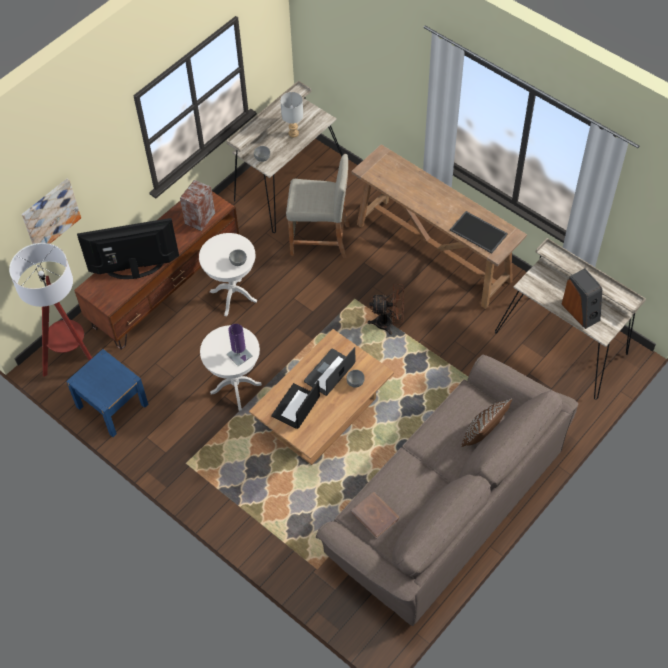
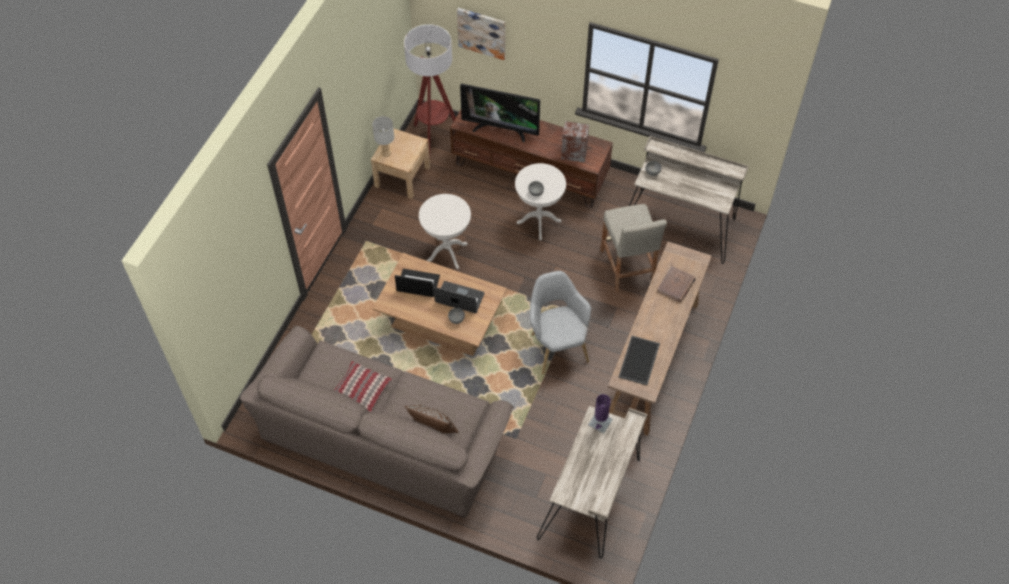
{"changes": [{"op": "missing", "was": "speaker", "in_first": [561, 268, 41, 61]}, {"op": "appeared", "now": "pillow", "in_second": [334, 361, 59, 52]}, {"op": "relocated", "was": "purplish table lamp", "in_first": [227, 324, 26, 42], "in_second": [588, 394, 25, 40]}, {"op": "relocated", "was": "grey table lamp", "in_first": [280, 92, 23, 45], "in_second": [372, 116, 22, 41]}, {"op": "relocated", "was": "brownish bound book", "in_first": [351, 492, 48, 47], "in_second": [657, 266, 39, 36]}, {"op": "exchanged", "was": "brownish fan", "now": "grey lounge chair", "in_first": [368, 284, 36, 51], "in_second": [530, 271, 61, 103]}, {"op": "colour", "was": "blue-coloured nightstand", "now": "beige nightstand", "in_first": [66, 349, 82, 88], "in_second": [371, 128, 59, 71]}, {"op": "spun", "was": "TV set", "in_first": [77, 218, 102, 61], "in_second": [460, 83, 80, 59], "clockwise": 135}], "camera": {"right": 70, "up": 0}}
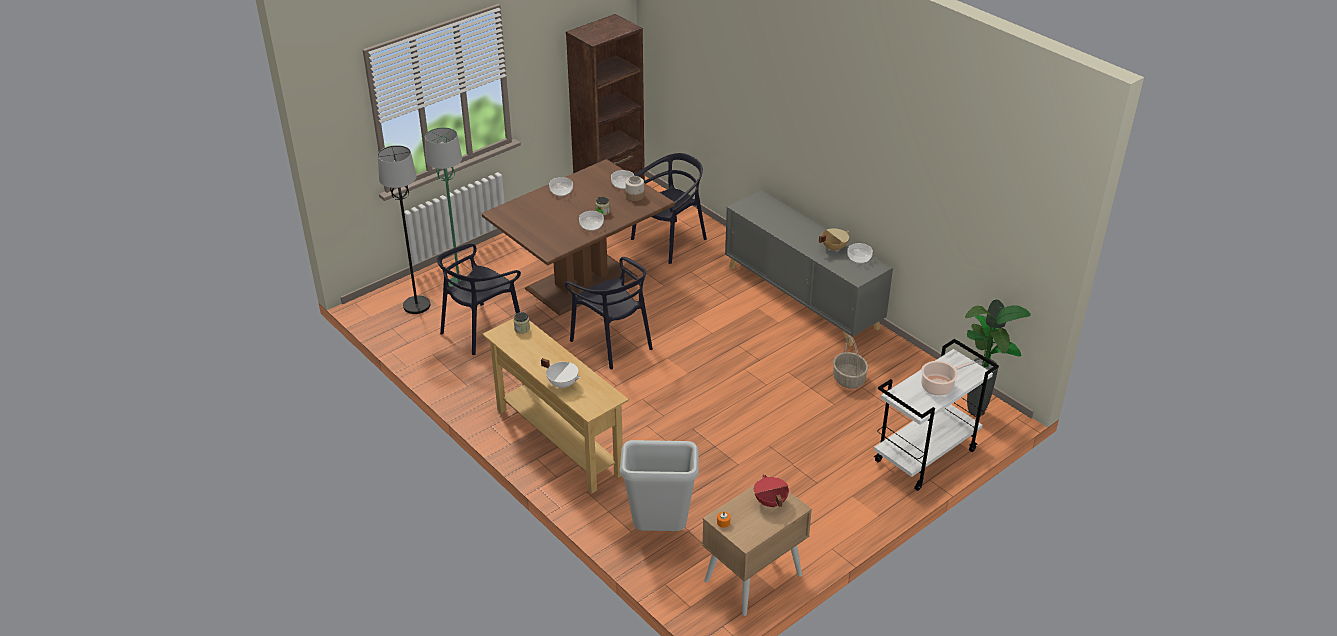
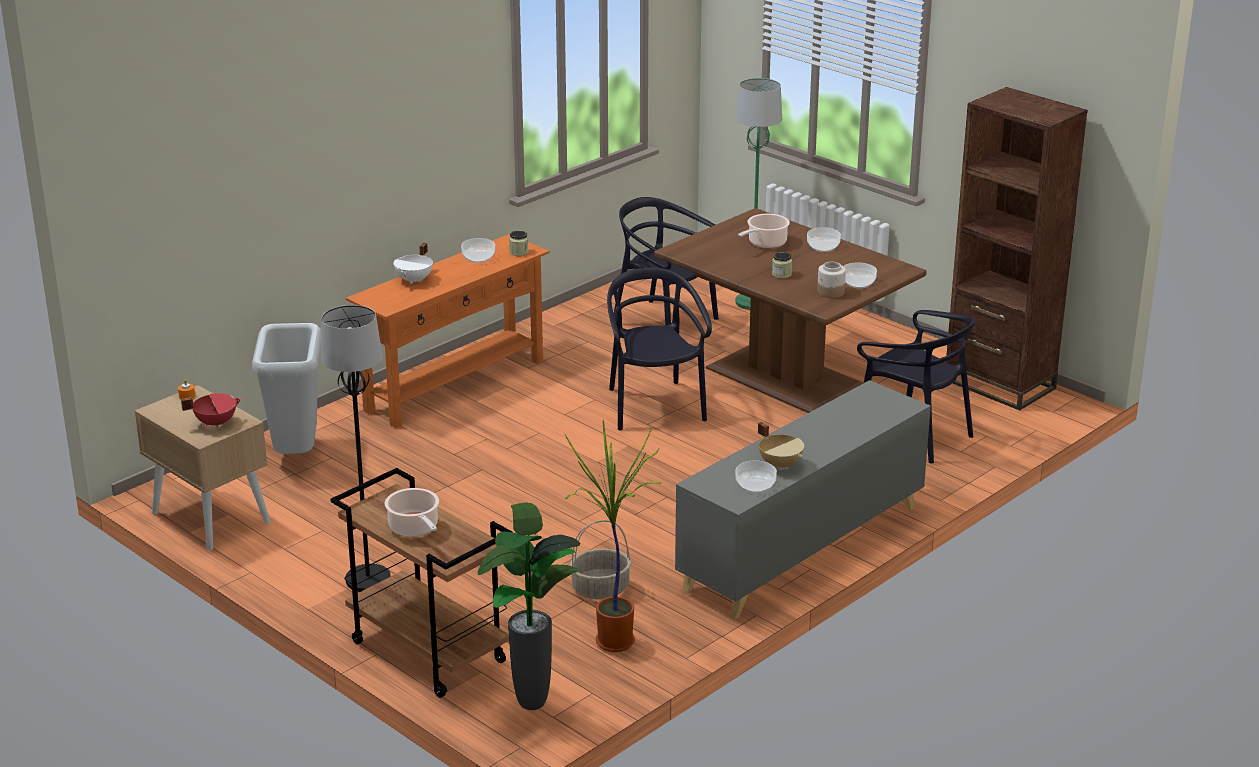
{"changes": [{"op": "appeared", "now": "houseplant", "in_second": [564, 420, 98, 232]}, {"op": "appeared", "now": "saucepot", "in_second": [738, 214, 52, 34]}, {"op": "relocated", "was": "blackish standard lamp", "in_first": [378, 145, 52, 169], "in_second": [321, 305, 70, 287]}, {"op": "relocated", "was": "bowl", "in_first": [579, 211, 25, 20], "in_second": [461, 238, 34, 25]}, {"op": "colour", "was": "beige narrow table", "now": "orangey narrow table", "in_first": [483, 318, 146, 176], "in_second": [346, 234, 204, 194]}, {"op": "colour", "was": "white trolley", "now": "brownish trolley", "in_first": [874, 339, 125, 152], "in_second": [330, 468, 182, 230]}, {"op": "spun", "was": "blackish plain chair", "in_first": [565, 257, 88, 112], "in_second": [607, 267, 105, 164], "clockwise": 120}], "camera": {"right": 85, "up": -10}}
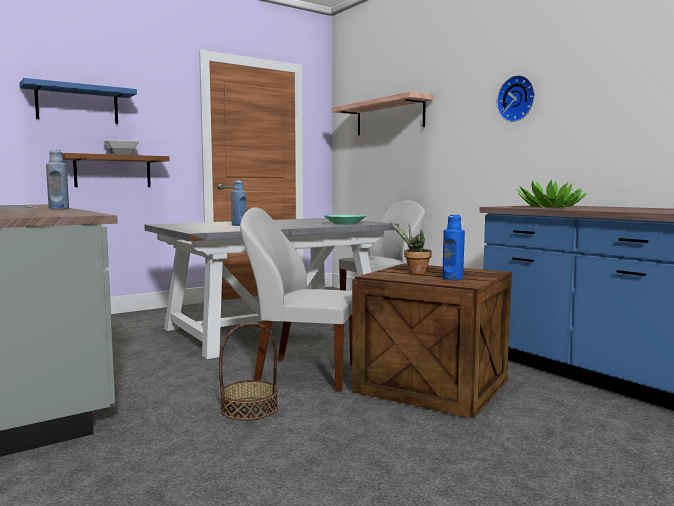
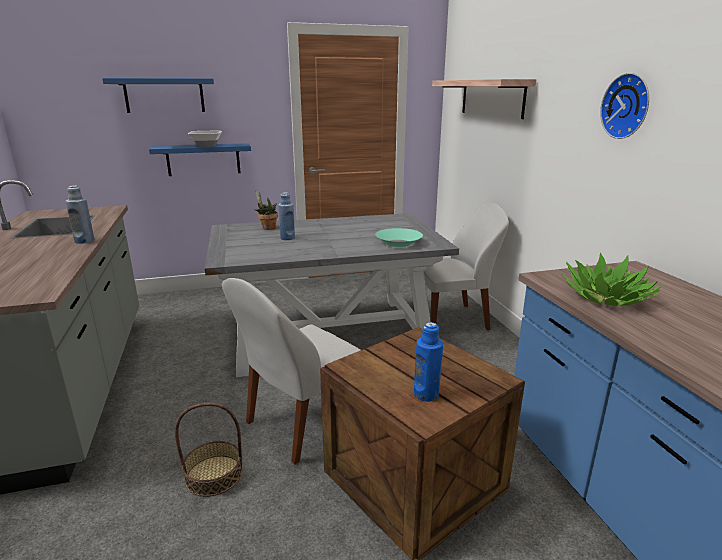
{"changes": [{"op": "relocated", "was": "houseplant", "in_first": [390, 222, 42, 52], "in_second": [254, 190, 24, 40]}, {"op": "colour", "was": "brownish wall shelf", "now": "blue-coloured wall shelf", "in_first": [62, 153, 108, 34], "in_second": [149, 143, 102, 33]}, {"op": "spun", "was": "white plain chair", "in_first": [240, 207, 112, 185], "in_second": [222, 278, 138, 187], "clockwise": -75}], "camera": {"right": 20, "up": 15}}
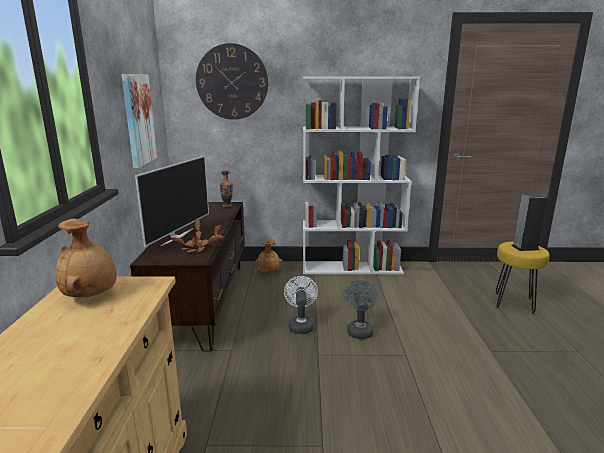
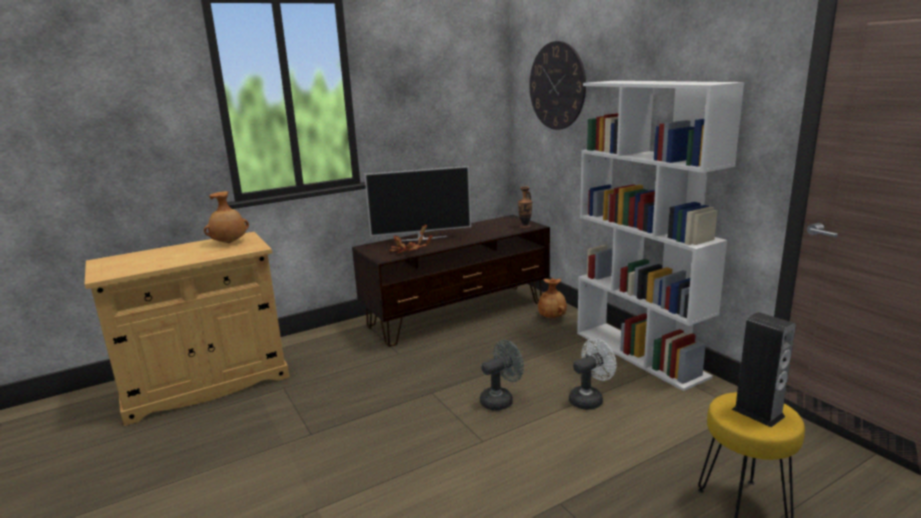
{"changes": [{"op": "missing", "was": "wall picture", "in_first": [122, 74, 35, 94]}, {"op": "relocated", "was": "white fan", "in_first": [284, 276, 34, 58], "in_second": [569, 338, 47, 72]}], "camera": {"right": 60, "up": 0}}
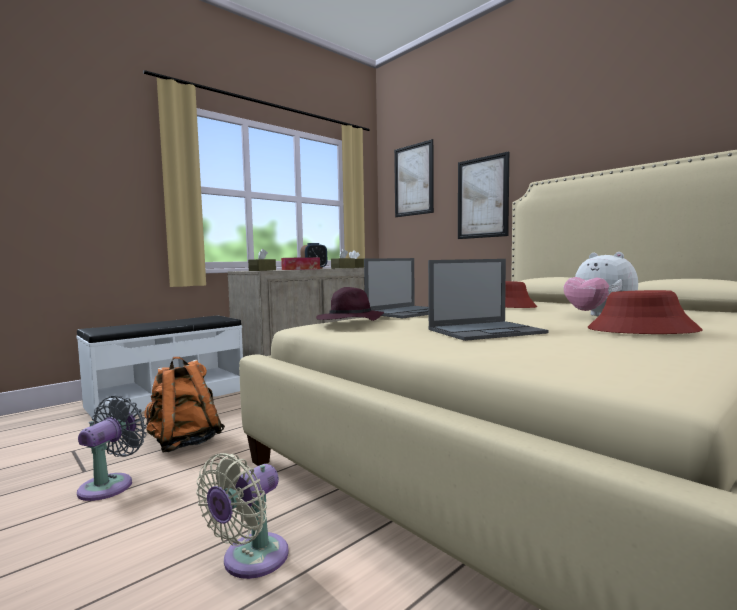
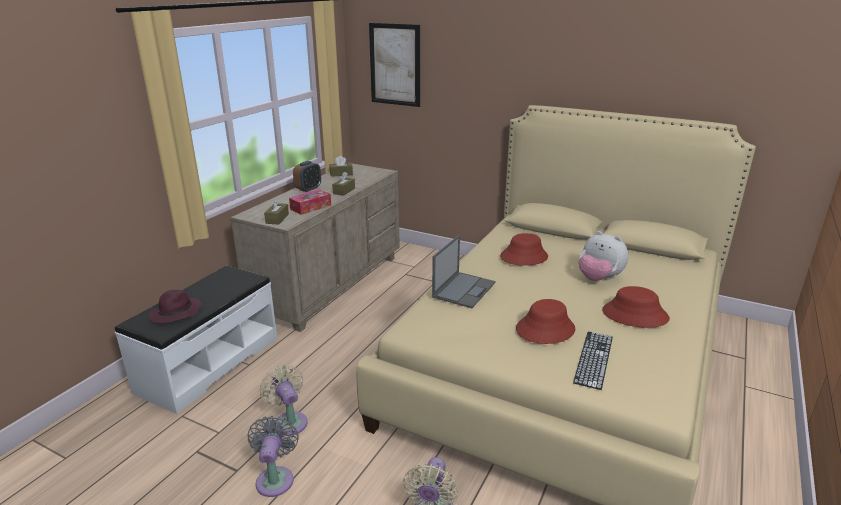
{"changes": [{"op": "missing", "was": "wall picture", "in_first": [458, 151, 51, 88]}, {"op": "appeared", "now": "computer keyboard", "in_second": [573, 331, 40, 59]}, {"op": "relocated", "was": "purplish clothing hat", "in_first": [316, 287, 68, 34], "in_second": [149, 290, 52, 34]}, {"op": "exchanged", "was": "orangey backpack", "now": "beige fan", "in_first": [144, 357, 81, 95], "in_second": [260, 365, 47, 71]}, {"op": "exchanged", "was": "notebook computer", "now": "reddish clothing hat", "in_first": [428, 259, 120, 82], "in_second": [516, 299, 59, 45]}], "camera": {"right": -20, "up": 20}}
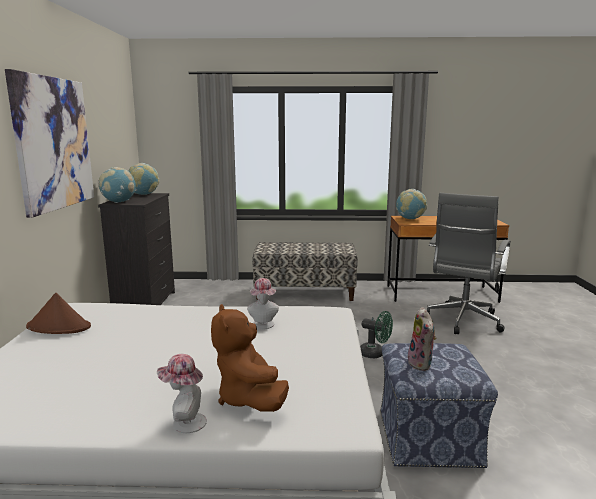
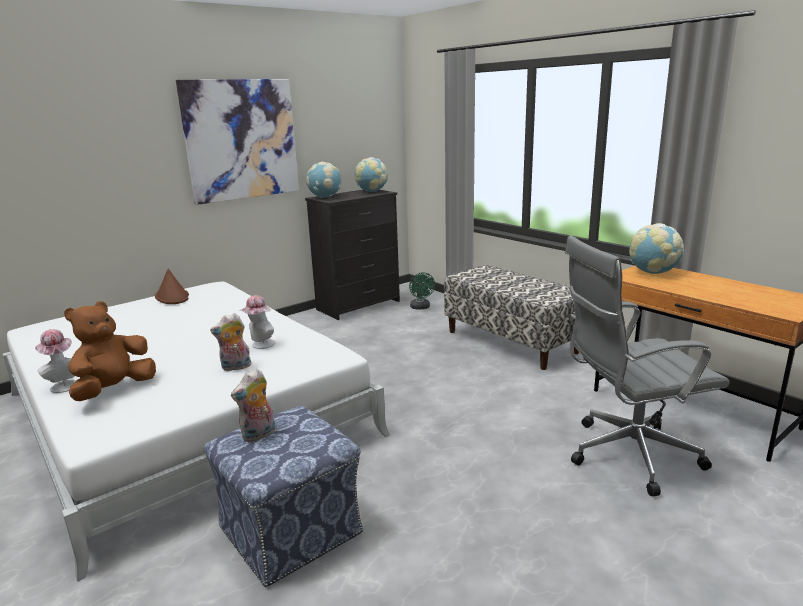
{"changes": [{"op": "appeared", "now": "soft toy", "in_second": [210, 313, 41, 58]}, {"op": "relocated", "was": "green fan", "in_first": [360, 311, 33, 47], "in_second": [409, 272, 26, 38]}], "camera": {"right": 50, "up": 5}}
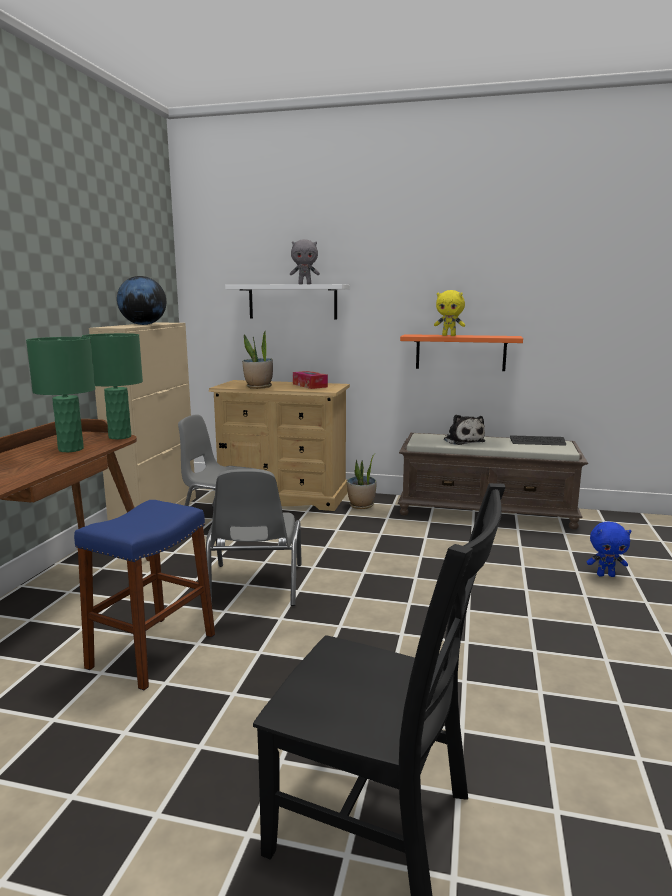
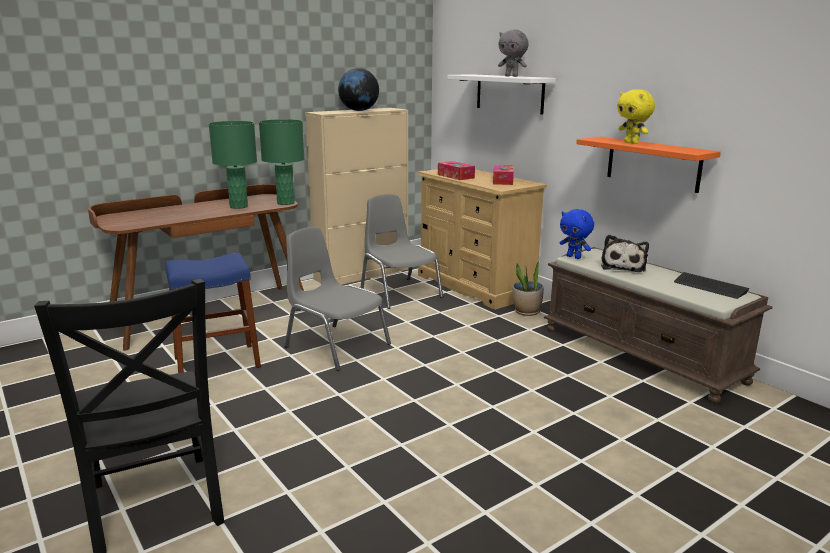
{"changes": [{"op": "relocated", "was": "blue-coloured soft toy", "in_first": [587, 522, 44, 55], "in_second": [560, 209, 34, 50]}, {"op": "exchanged", "was": "houseplant", "now": "box of tissues", "in_first": [242, 330, 31, 59], "in_second": [438, 161, 37, 19]}, {"op": "spun", "was": "grey plain chair", "in_first": [206, 469, 96, 137], "in_second": [284, 227, 107, 144], "clockwise": 90}], "camera": {"right": 40, "up": 5}}
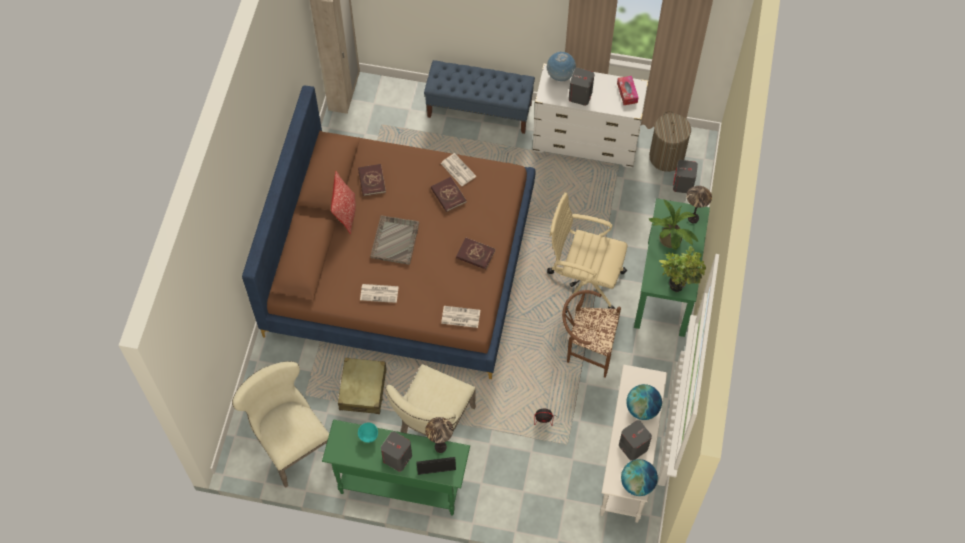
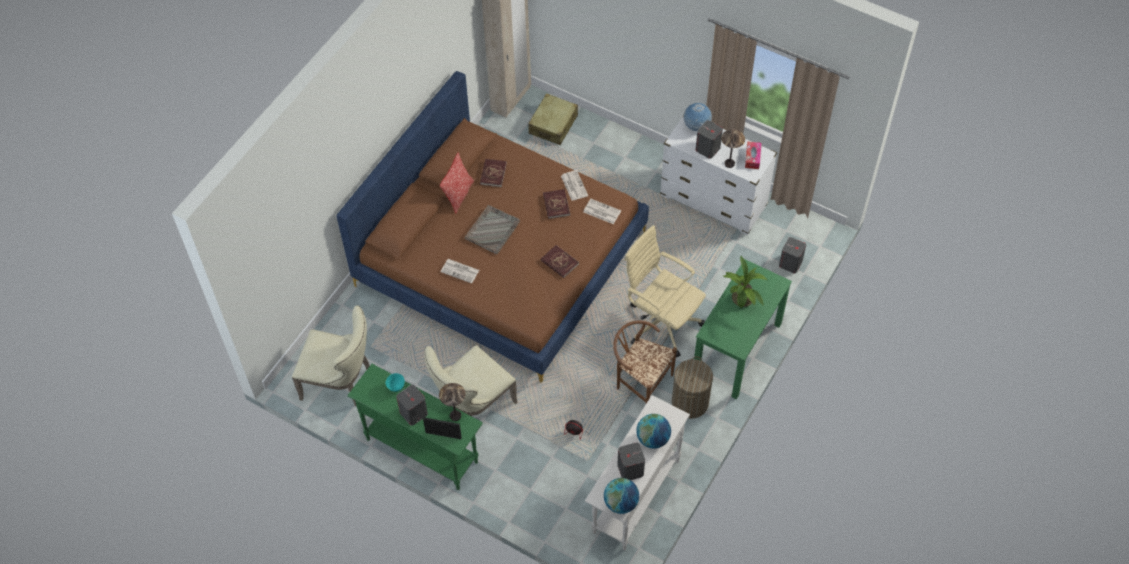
{"changes": [{"op": "missing", "was": "blue-coloured long seat", "in_first": [424, 60, 111, 74]}, {"op": "missing", "was": "houseplant", "in_first": [659, 246, 47, 47]}, {"op": "relocated", "was": "beige suitcase", "in_first": [338, 358, 48, 56], "in_second": [528, 93, 50, 52]}, {"op": "relocated", "was": "printed paper", "in_first": [441, 306, 39, 22], "in_second": [584, 199, 37, 25]}, {"op": "relocated", "was": "washing basket", "in_first": [649, 111, 42, 61], "in_second": [672, 356, 41, 63]}, {"op": "relocated", "was": "table lamp", "in_first": [686, 186, 26, 37], "in_second": [721, 129, 24, 39]}, {"op": "spun", "was": "beige plain chair", "in_first": [232, 361, 97, 127], "in_second": [292, 305, 78, 102], "clockwise": 120}], "camera": {"right": 20, "up": -5}}
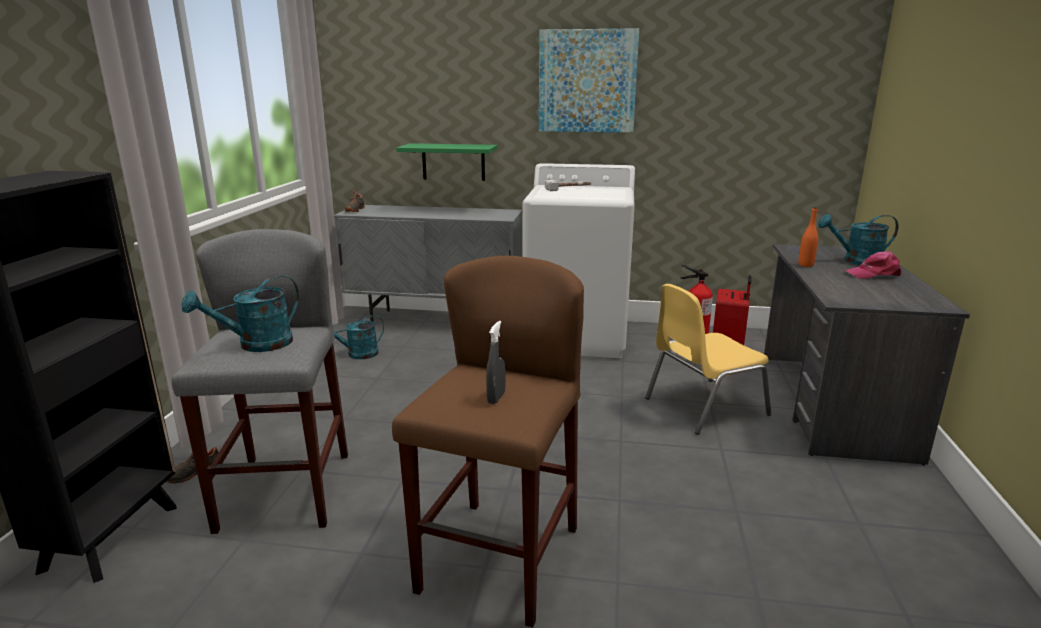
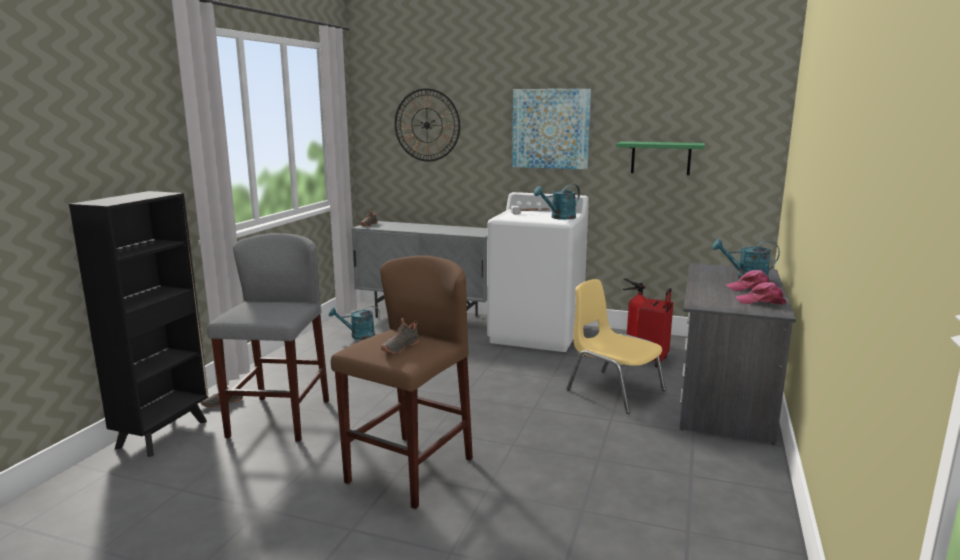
{"changes": [{"op": "missing", "was": "orangey beverage bottle", "in_first": [798, 207, 20, 60]}, {"op": "appeared", "now": "clock on the wall", "in_second": [395, 88, 65, 74]}, {"op": "appeared", "now": "pinkish peaked cap", "in_second": [736, 282, 50, 23]}, {"op": "relocated", "was": "turquoise-coloured watering pot", "in_first": [181, 275, 118, 77], "in_second": [534, 184, 46, 36]}, {"op": "relocated", "was": "green wall shelf", "in_first": [396, 143, 102, 38], "in_second": [616, 141, 89, 34]}, {"op": "exchanged", "was": "grey sprayer", "now": "blackish low shoe", "in_first": [486, 321, 20, 83], "in_second": [381, 318, 38, 35]}, {"op": "spun", "was": "yellow plain chair", "in_first": [645, 284, 126, 151], "in_second": [566, 279, 100, 135], "clockwise": 60}], "camera": {"right": 10, "up": -5}}
